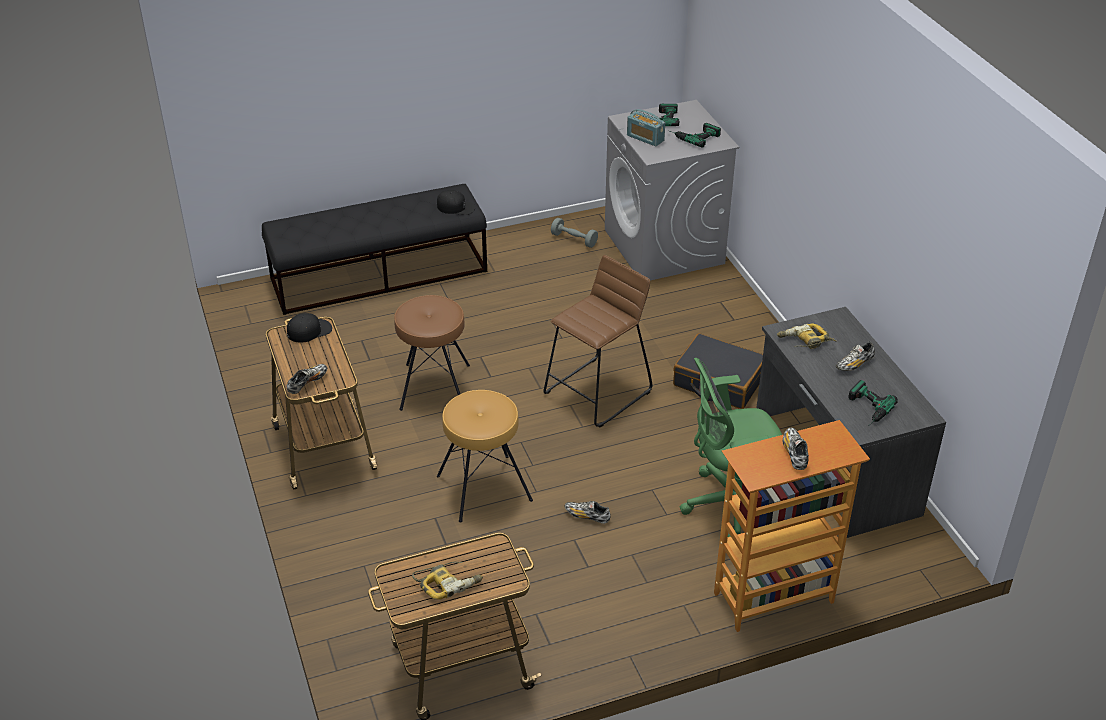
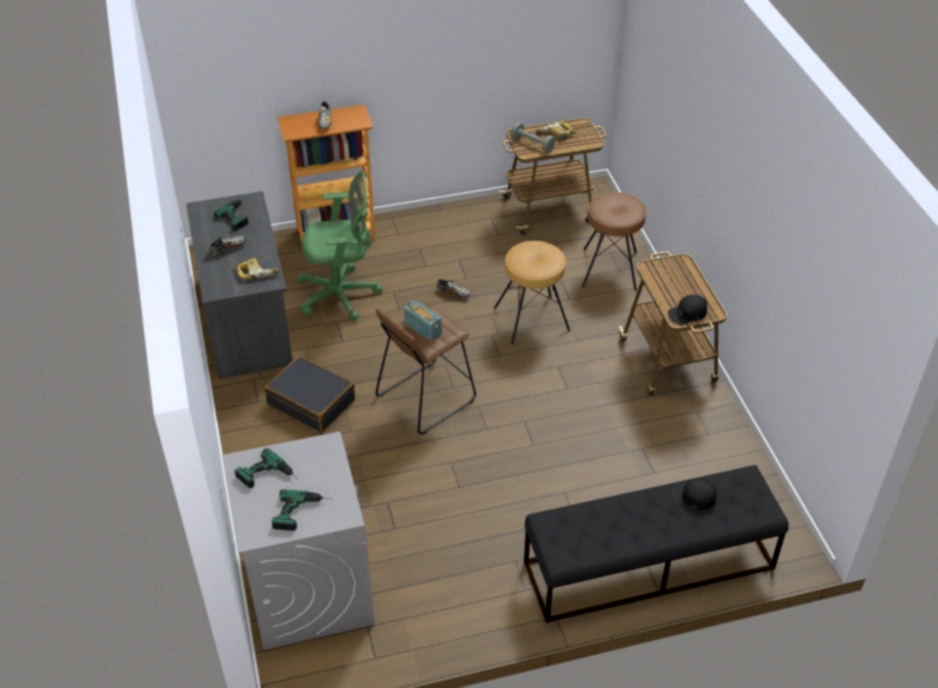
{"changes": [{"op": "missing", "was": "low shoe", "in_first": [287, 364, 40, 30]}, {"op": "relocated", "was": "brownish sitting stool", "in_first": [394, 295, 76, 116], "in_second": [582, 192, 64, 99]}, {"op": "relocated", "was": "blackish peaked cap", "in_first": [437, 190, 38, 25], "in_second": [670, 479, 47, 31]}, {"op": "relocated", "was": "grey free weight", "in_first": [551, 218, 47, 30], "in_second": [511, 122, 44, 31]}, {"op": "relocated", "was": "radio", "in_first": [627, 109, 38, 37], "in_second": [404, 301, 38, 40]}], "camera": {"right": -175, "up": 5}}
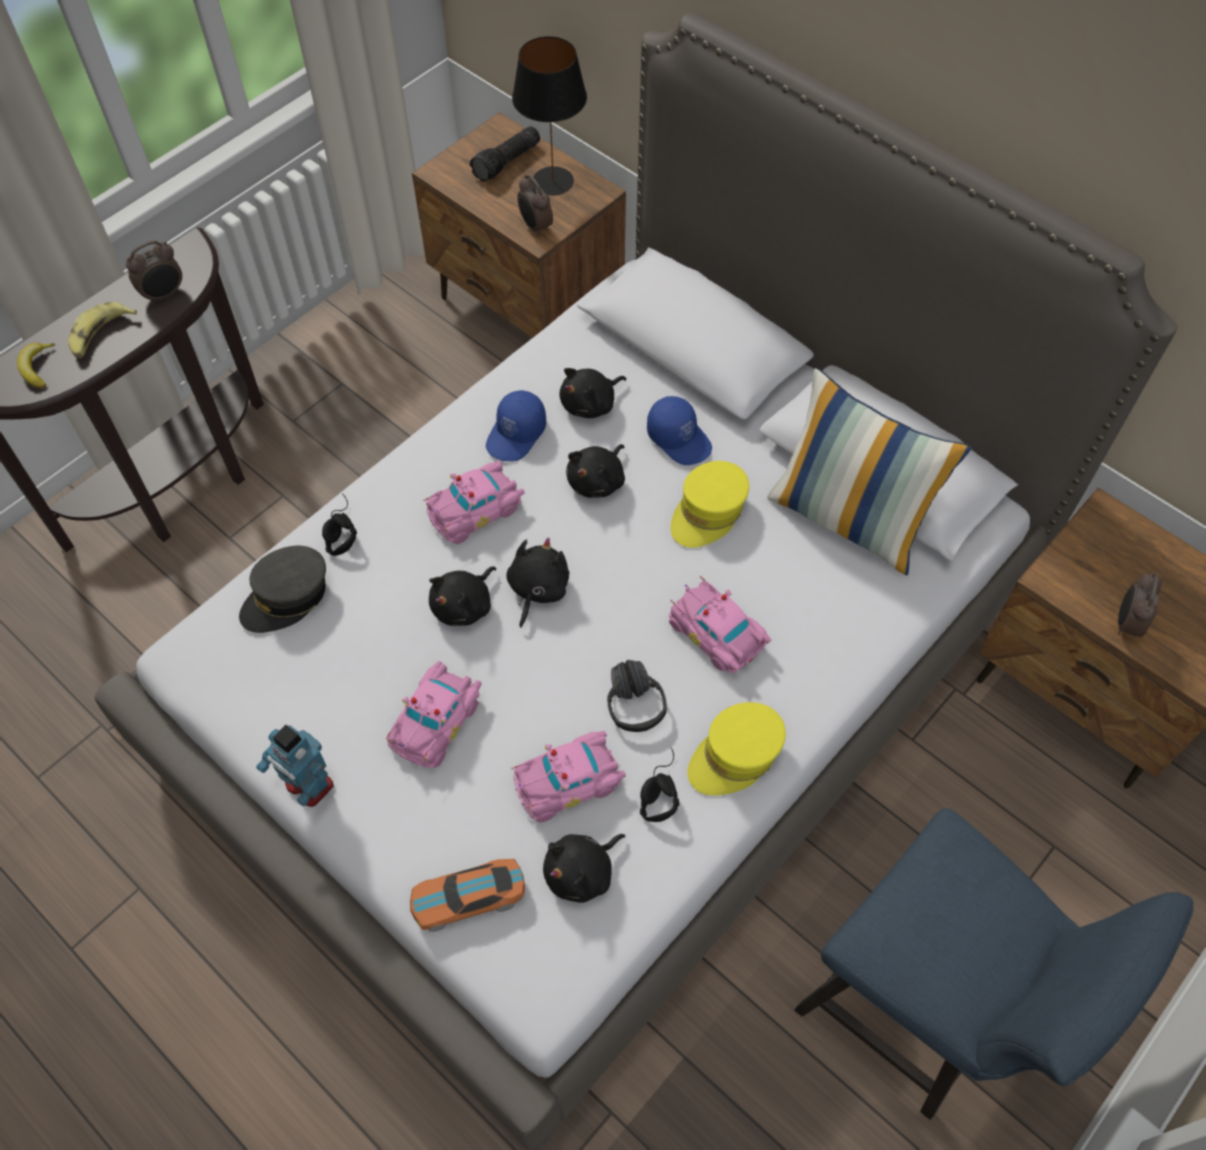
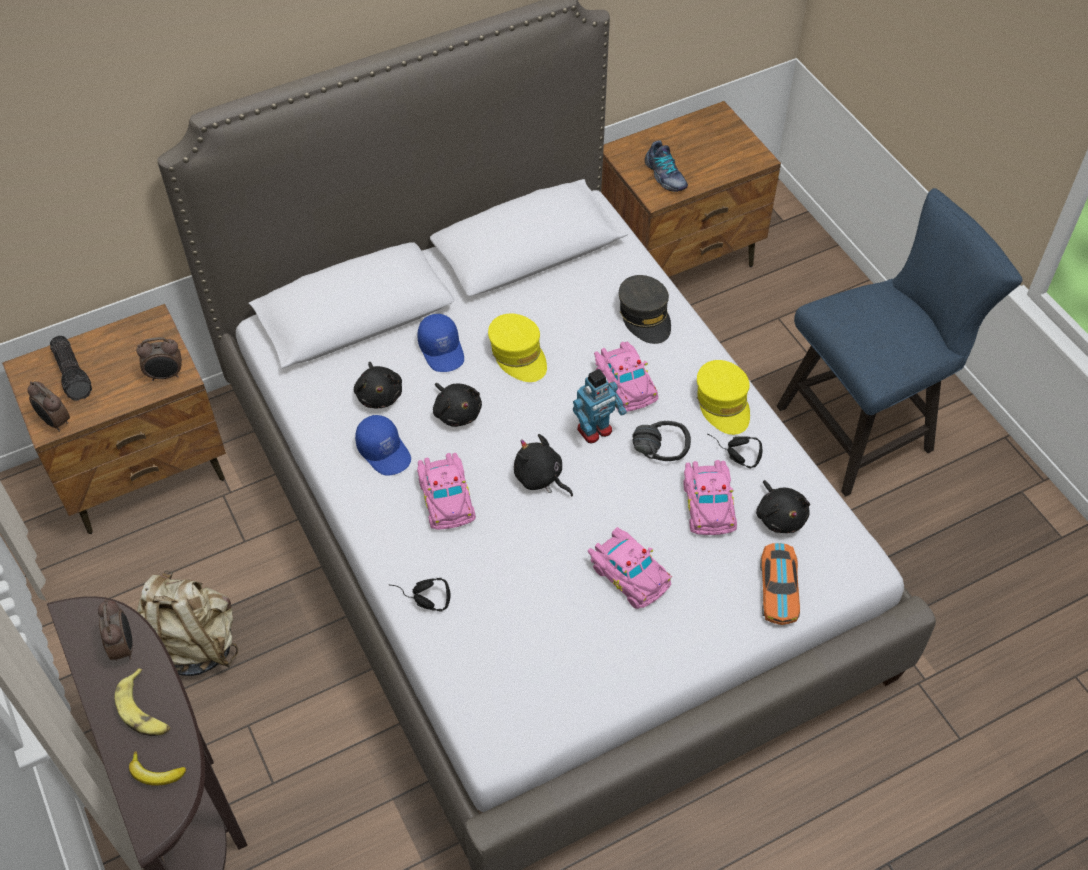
{"changes": [{"op": "missing", "was": "blackish soft toy", "in_first": [429, 566, 67, 60]}, {"op": "missing", "was": "blackish table lamp", "in_first": [512, 36, 75, 159]}, {"op": "missing", "was": "pillow", "in_first": [767, 368, 205, 207]}, {"op": "appeared", "now": "beige backpack", "in_second": [137, 570, 101, 106]}, {"op": "appeared", "now": "low shoe", "in_second": [645, 140, 43, 52]}, {"op": "relocated", "was": "grey peaked cap", "in_first": [239, 546, 87, 87], "in_second": [619, 275, 52, 69]}, {"op": "relocated", "was": "robot figure", "in_first": [257, 725, 77, 82], "in_second": [573, 369, 54, 74]}, {"op": "relocated", "was": "alarm clock", "in_first": [1118, 572, 44, 66], "in_second": [27, 381, 43, 51]}, {"op": "spun", "was": "blue-coloured peaked cap", "in_first": [647, 396, 65, 69], "in_second": [417, 314, 47, 58], "clockwise": 90}, {"op": "spun", "was": "pinkish toy car", "in_first": [669, 576, 102, 97], "in_second": [594, 342, 64, 70], "clockwise": -90}], "camera": {"right": -70, "up": -5}}
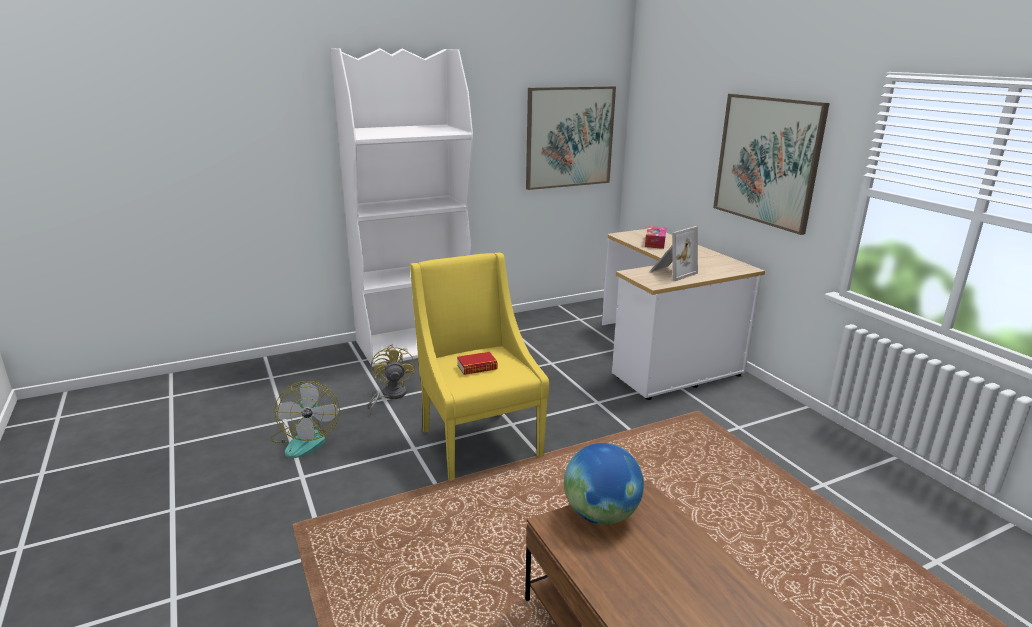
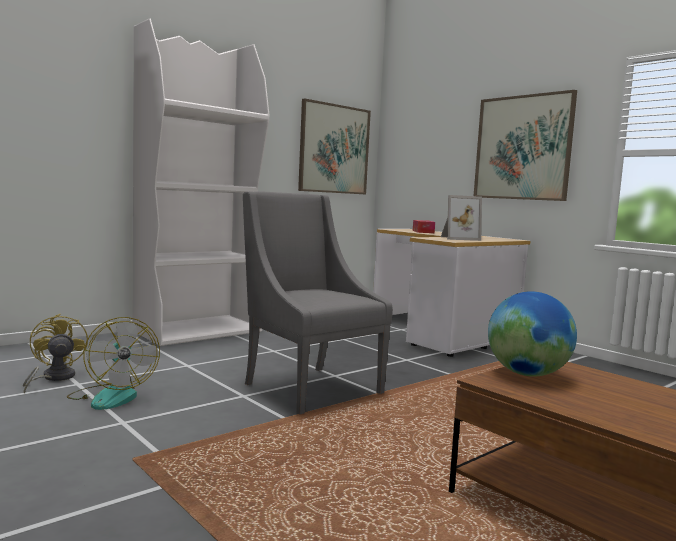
{"changes": [{"op": "missing", "was": "bound book", "in_first": [457, 352, 41, 23]}, {"op": "relocated", "was": "yellow fan", "in_first": [368, 344, 47, 69], "in_second": [23, 314, 65, 80]}, {"op": "colour", "was": "yellow lounge chair", "now": "grey lounge chair", "in_first": [410, 253, 139, 228], "in_second": [243, 191, 150, 223]}, {"op": "spun", "was": "picture frame", "in_first": [650, 226, 48, 55], "in_second": [441, 195, 41, 46], "clockwise": 45}], "camera": {"right": -15, "up": -15}}
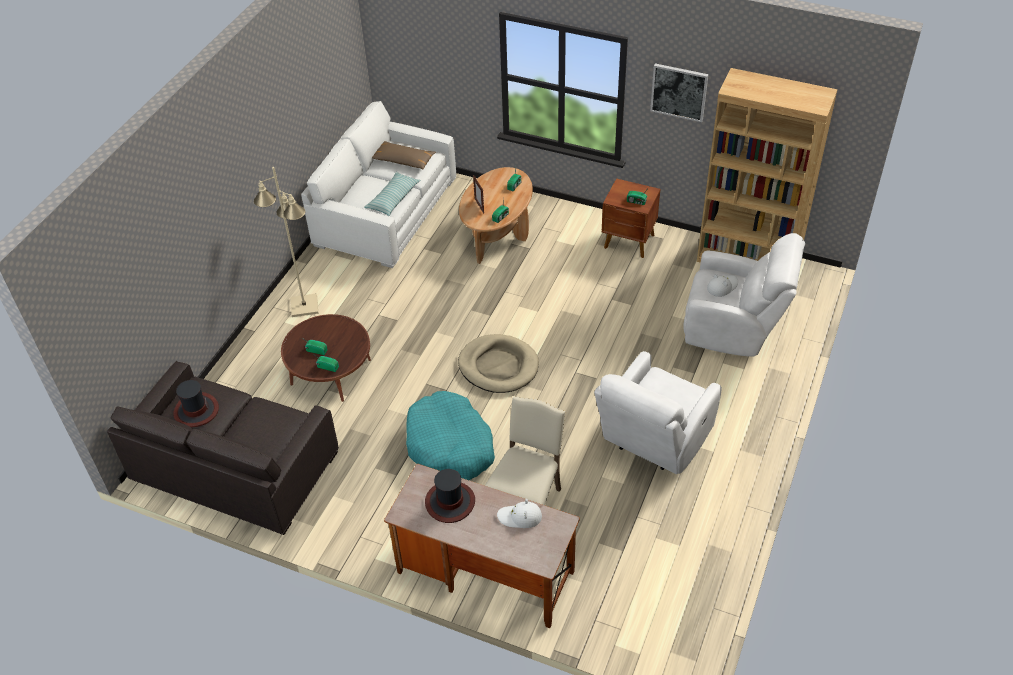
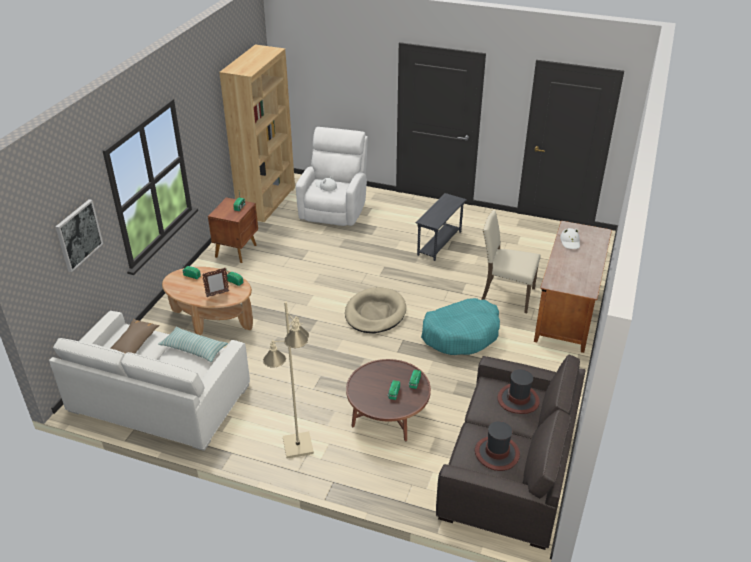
{"changes": [{"op": "relocated", "was": "clothing hat", "in_first": [425, 469, 50, 54], "in_second": [497, 369, 43, 45]}, {"op": "relocated", "was": "wall picture", "in_first": [650, 63, 58, 59], "in_second": [55, 199, 48, 73]}, {"op": "exchanged", "was": "white lounge chair", "now": "grey end table", "in_first": [594, 351, 128, 123], "in_second": [416, 193, 51, 68]}], "camera": {"right": -95, "up": -10}}
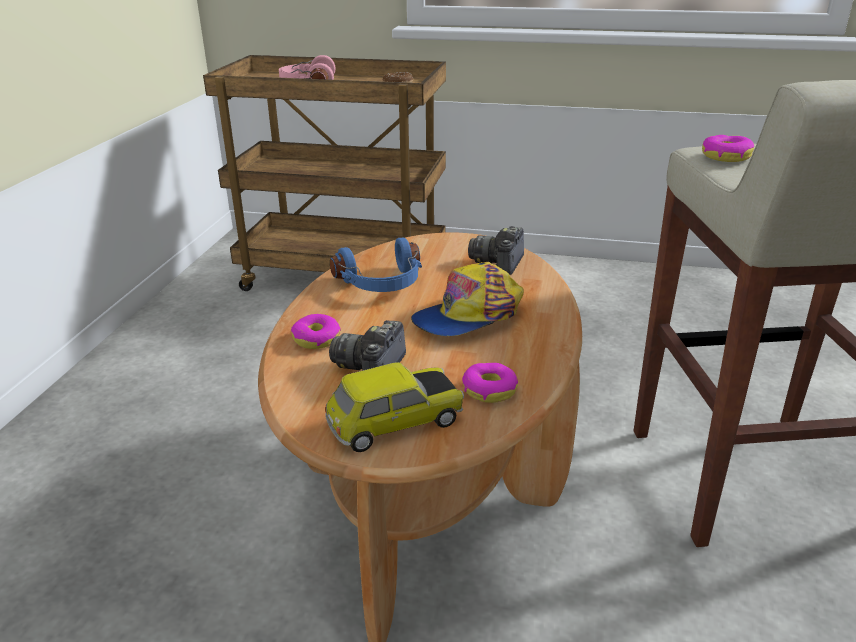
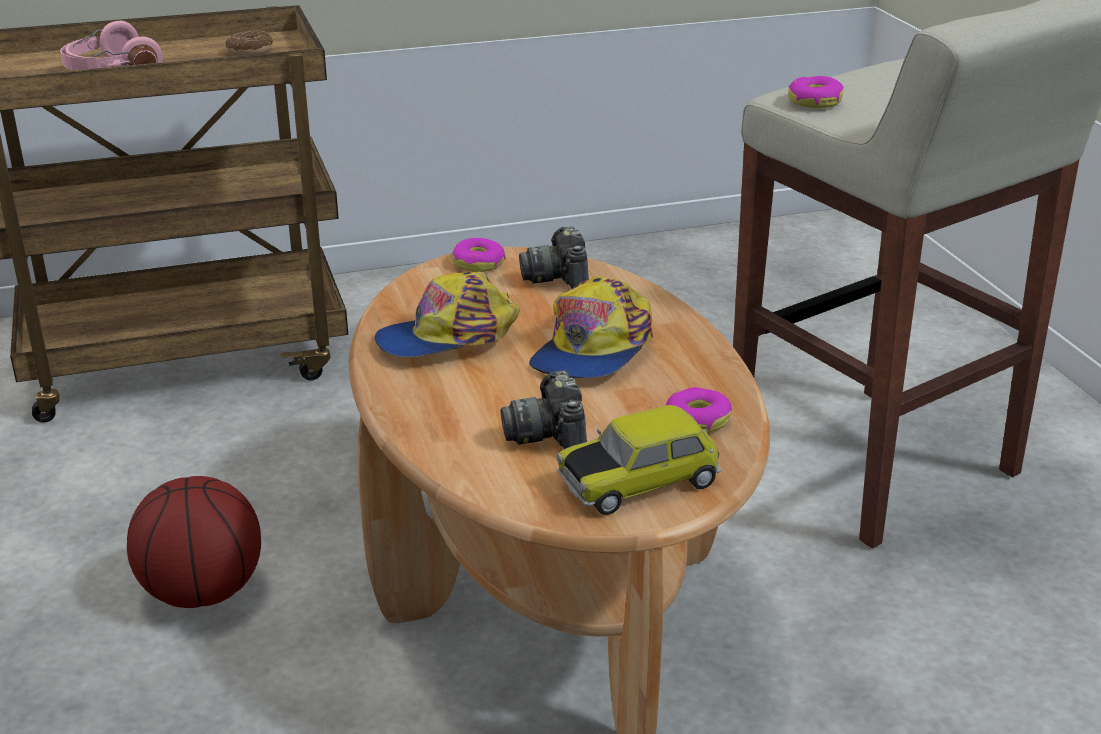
{"changes": [{"op": "appeared", "now": "basketball ball", "in_second": [127, 476, 134, 132]}, {"op": "relocated", "was": "ring doughnut", "in_first": [291, 314, 50, 35], "in_second": [452, 238, 54, 34]}, {"op": "exchanged", "was": "blue-coloured headset", "now": "peaked cap", "in_first": [330, 238, 92, 54], "in_second": [375, 272, 145, 85]}, {"op": "spun", "was": "toy car", "in_first": [325, 362, 139, 90], "in_second": [557, 405, 164, 110], "clockwise": -150}], "camera": {"right": -30, "up": 0}}
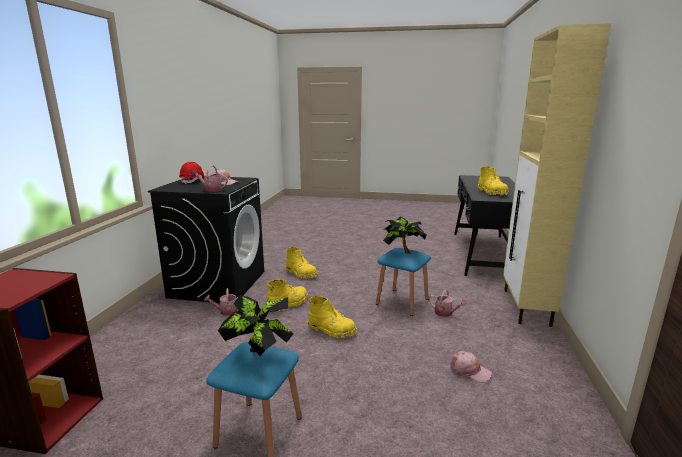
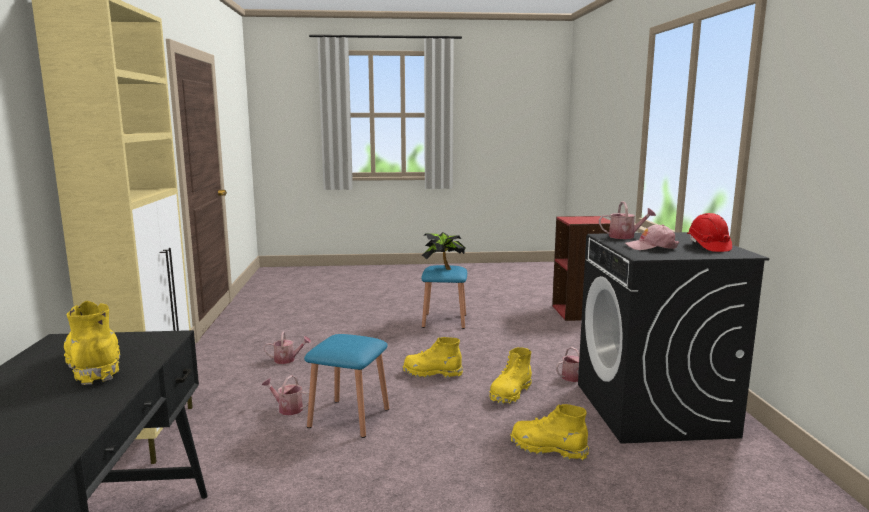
{"changes": [{"op": "missing", "was": "houseplant", "in_first": [383, 216, 44, 38]}, {"op": "exchanged", "was": "pinkish peaked cap", "now": "watering pot", "in_first": [450, 351, 42, 31], "in_second": [264, 331, 47, 33]}], "camera": {"right": 165, "up": -5}}
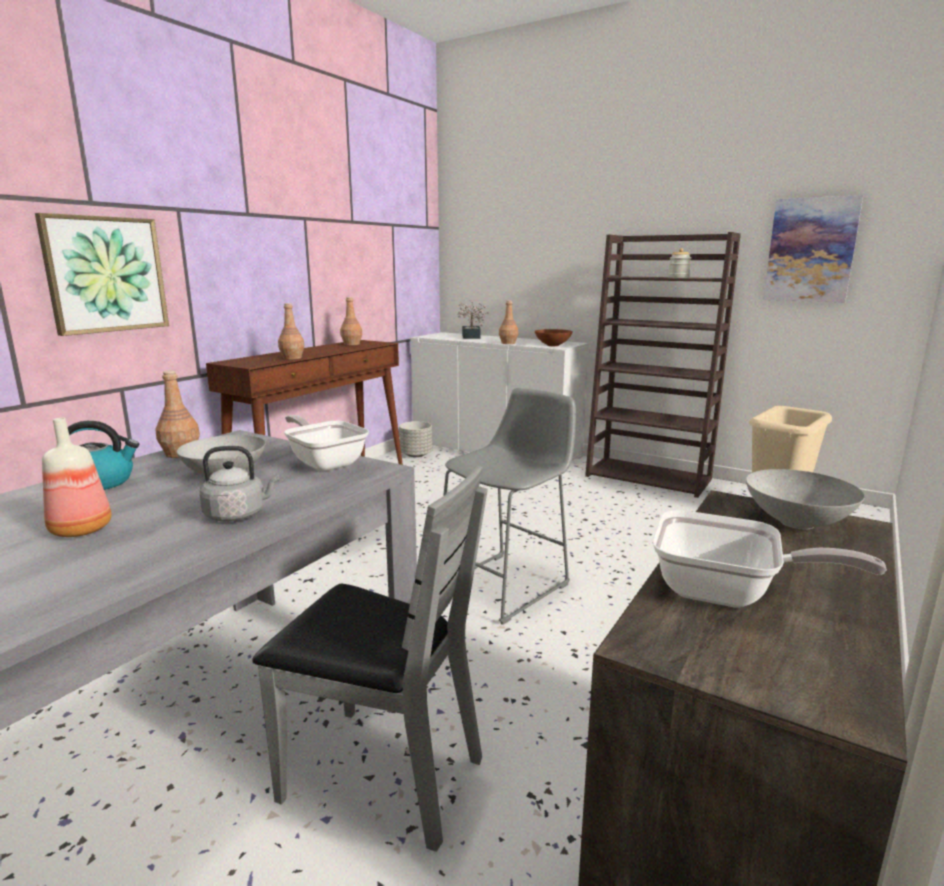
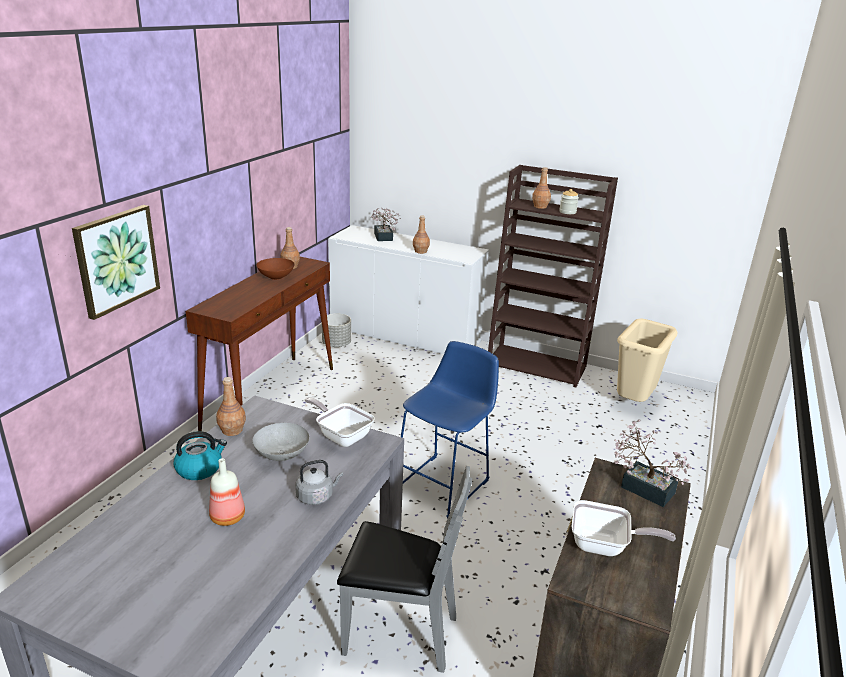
{"changes": [{"op": "missing", "was": "wall picture", "in_first": [763, 195, 100, 107]}, {"op": "relocated", "was": "brownish beverage bottle", "in_first": [278, 303, 27, 57], "in_second": [532, 167, 19, 42]}, {"op": "relocated", "was": "brownish bowl", "in_first": [535, 329, 38, 17], "in_second": [256, 258, 39, 22]}, {"op": "exchanged", "was": "grey bowl", "now": "houseplant", "in_first": [746, 469, 119, 61], "in_second": [614, 420, 77, 87]}, {"op": "colour", "was": "grey sitting stool", "now": "blue-coloured sitting stool", "in_first": [443, 388, 133, 237], "in_second": [401, 341, 98, 177]}], "camera": {"right": -10, "up": 10}}
